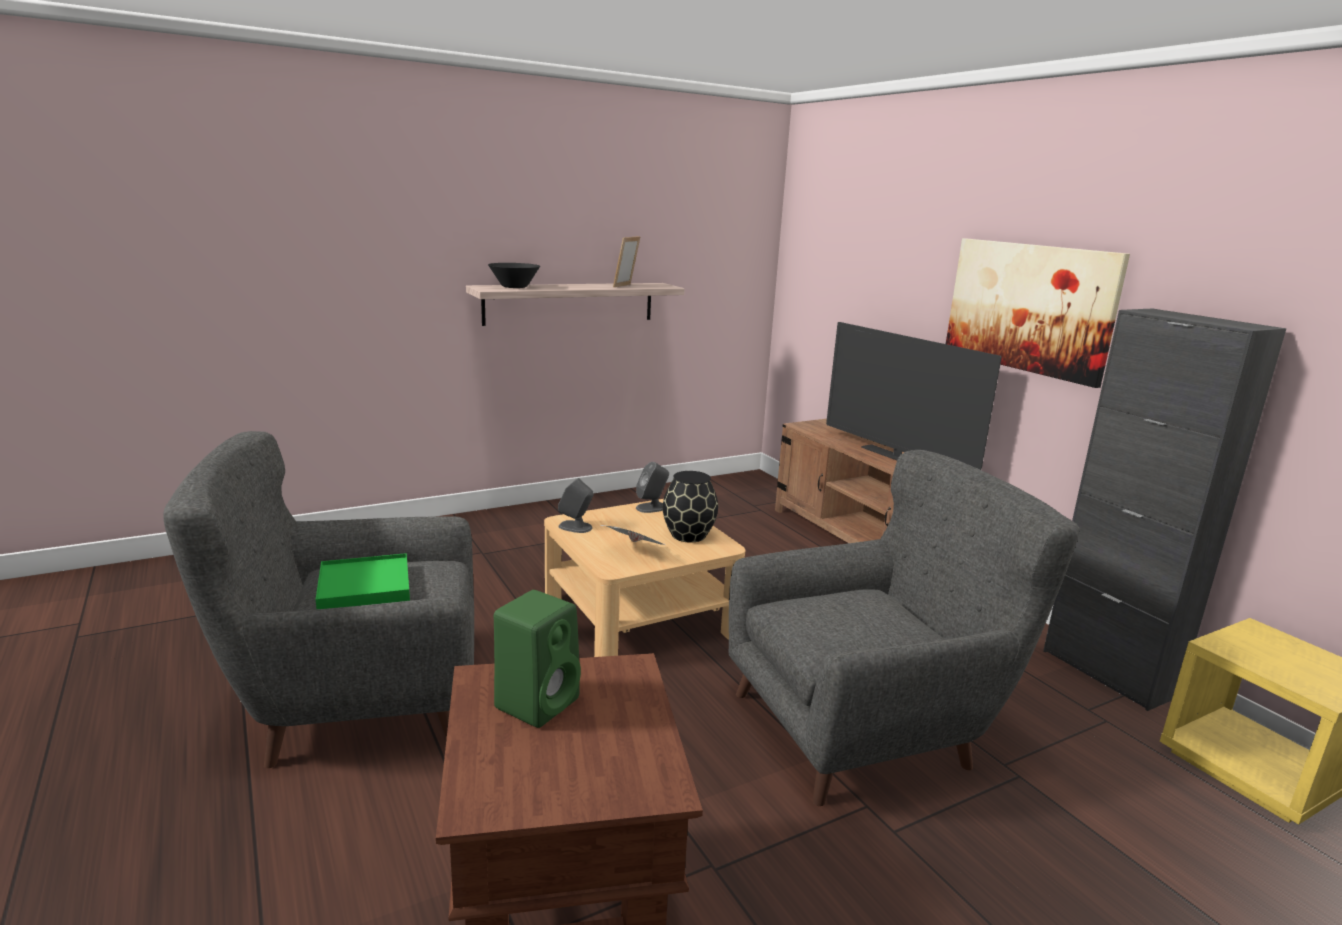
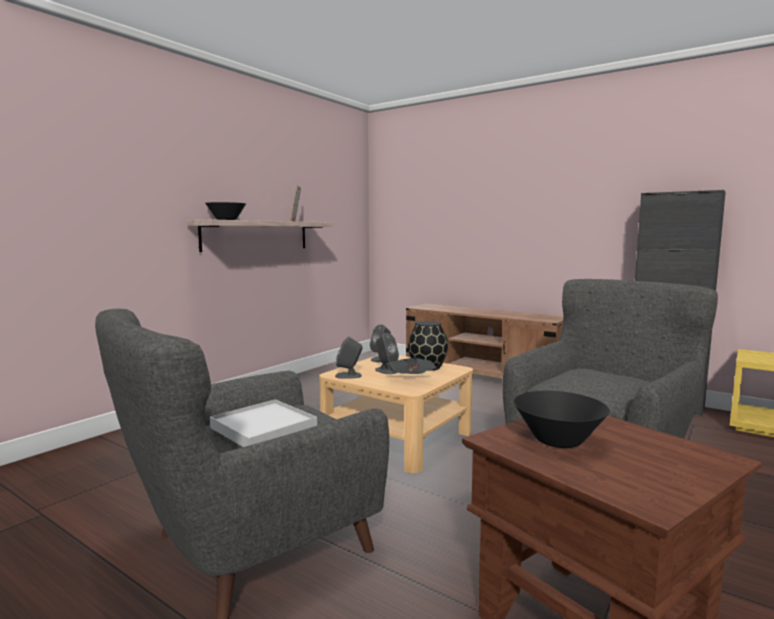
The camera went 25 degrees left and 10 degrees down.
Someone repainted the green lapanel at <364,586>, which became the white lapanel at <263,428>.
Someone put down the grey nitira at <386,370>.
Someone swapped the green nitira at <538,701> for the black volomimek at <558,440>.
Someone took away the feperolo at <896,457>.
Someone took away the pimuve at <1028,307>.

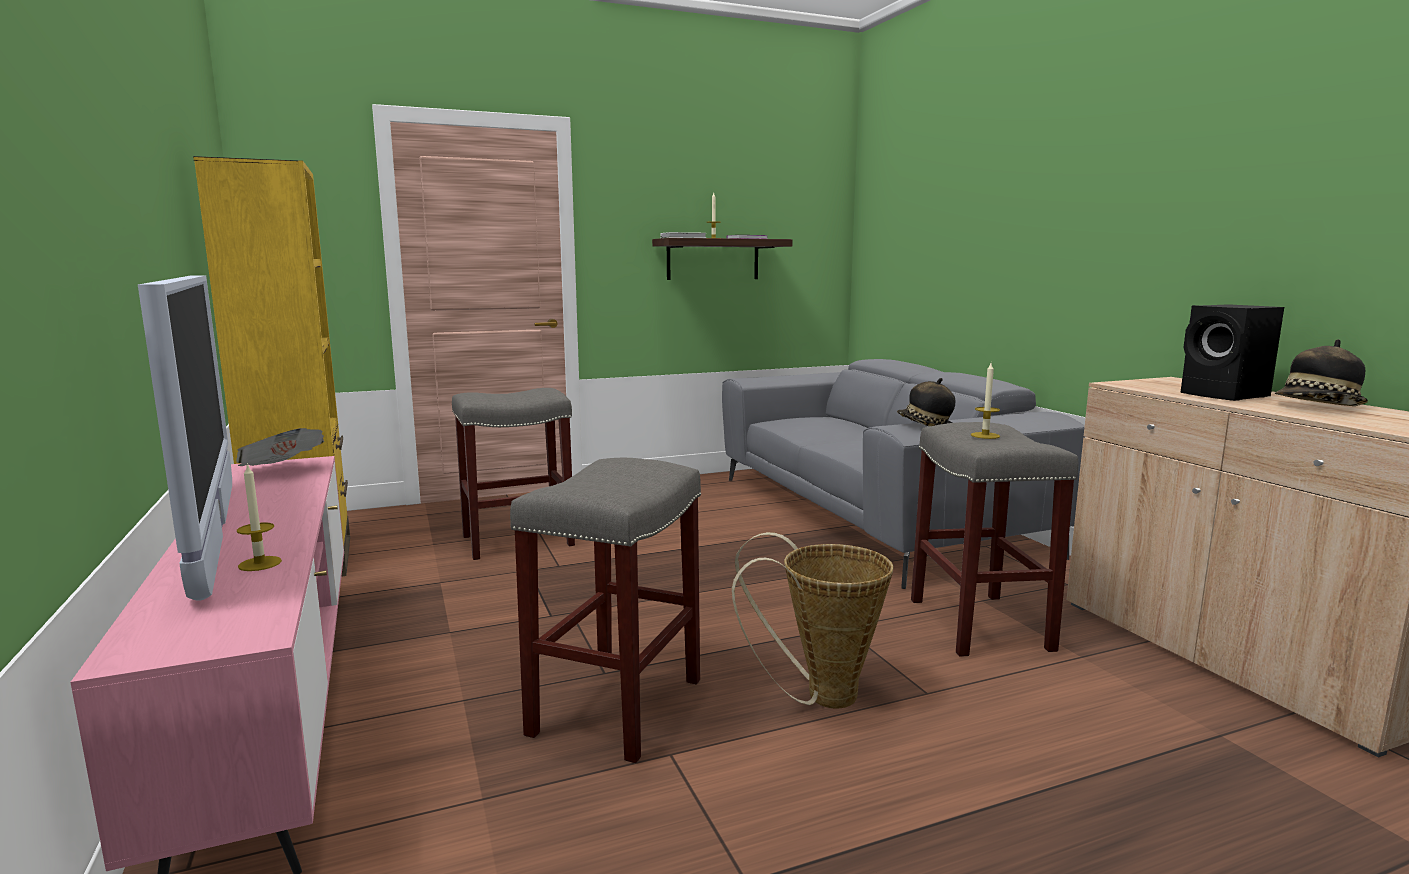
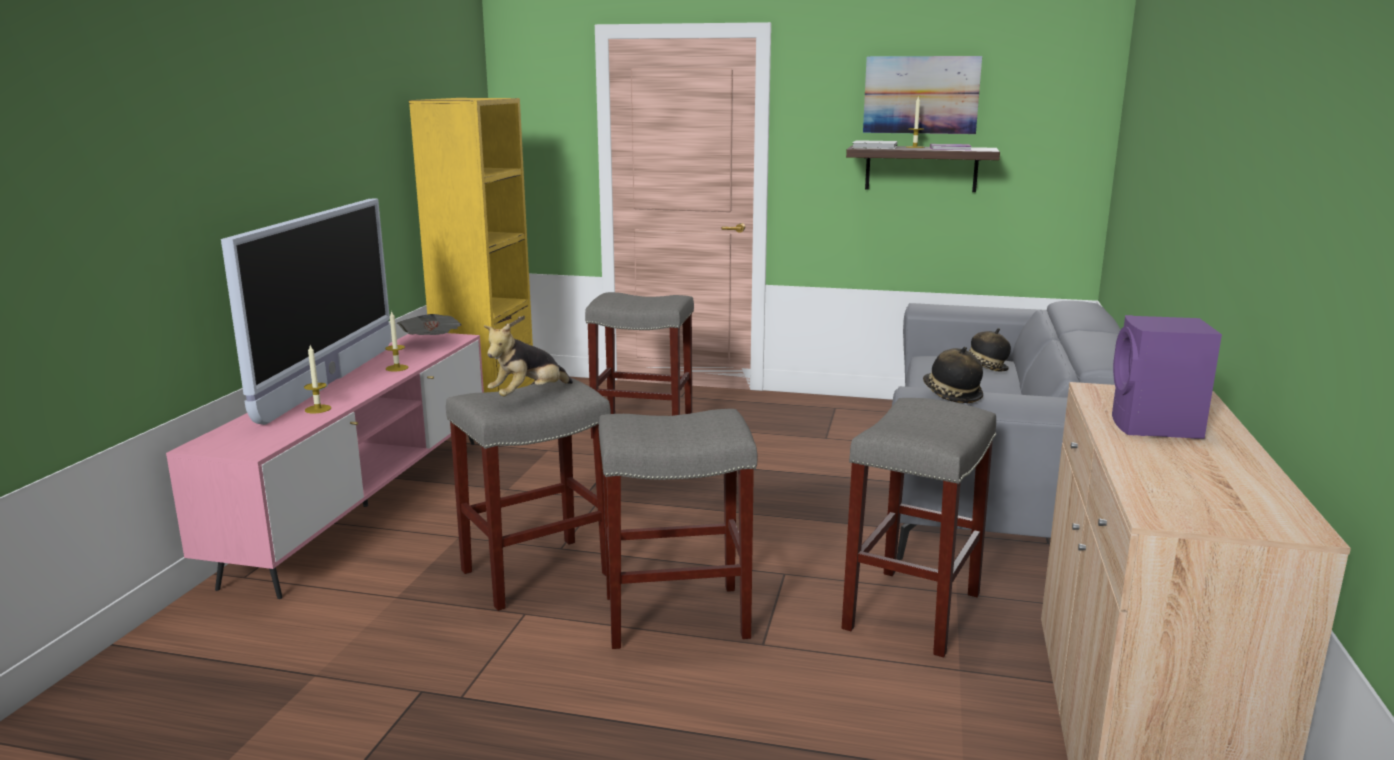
The camera went 35 degrees right and 5 degrees up.
Someone carried the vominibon from <985,435> to <397,368>.
Someone put down the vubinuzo at <528,396>.
Someone swapped the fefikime at <819,696> for the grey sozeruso at <678,615>.
Someone put up the pimuve at <921,95>.
Someone carried the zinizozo from <1318,407> to <983,368>.
Someone repainted the black nitira at <1226,395>, which became the purple nitira at <1155,427>.

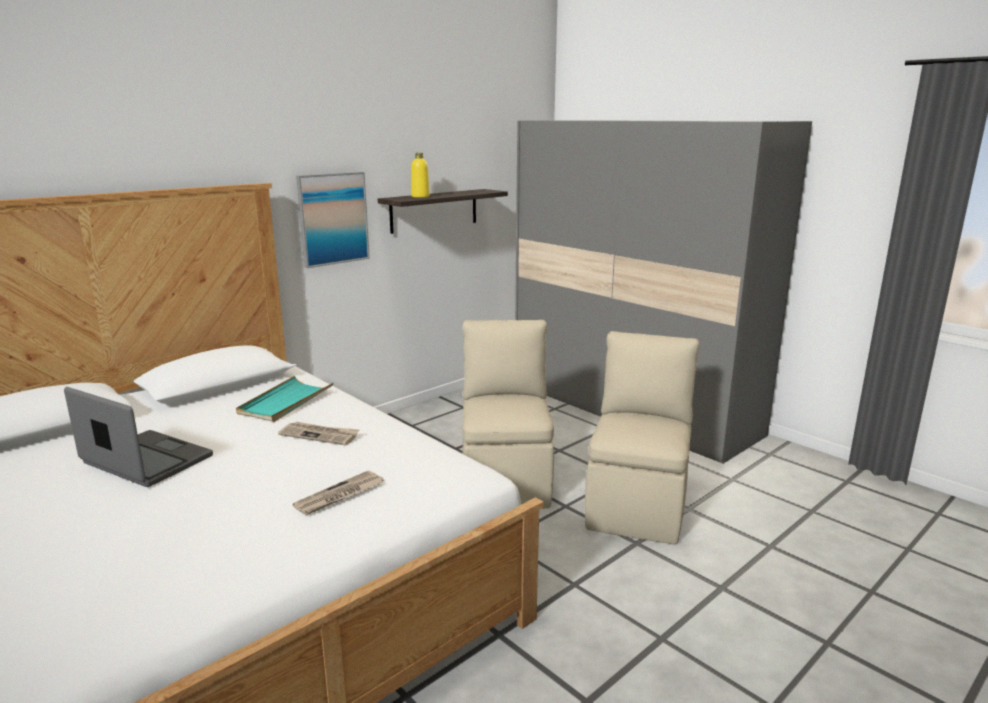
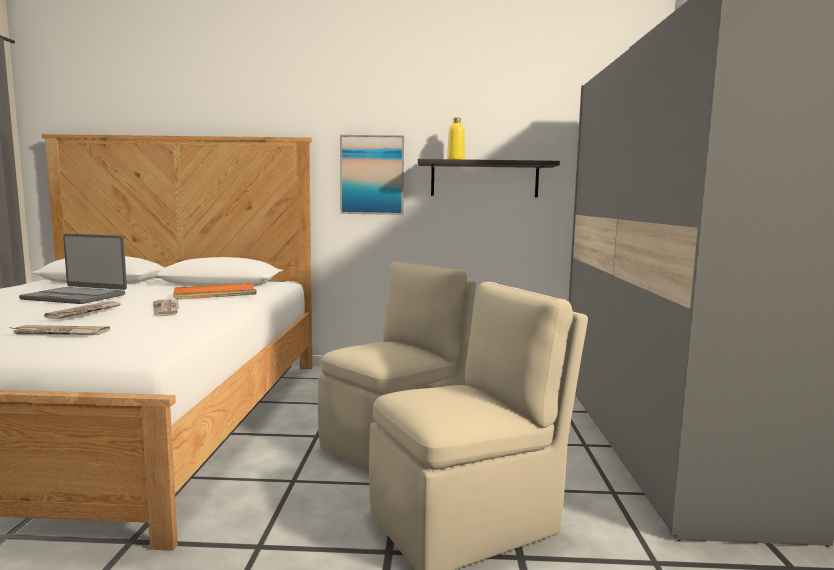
The camera went 45 degrees right and 10 degrees down.
Someone rotated the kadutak at <146,461> by 120 degrees clockwise.
Someone put down the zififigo at <85,312>.
Someone repainted the turquoise lapanel at <285,402>, which became the orange lapanel at <215,294>.

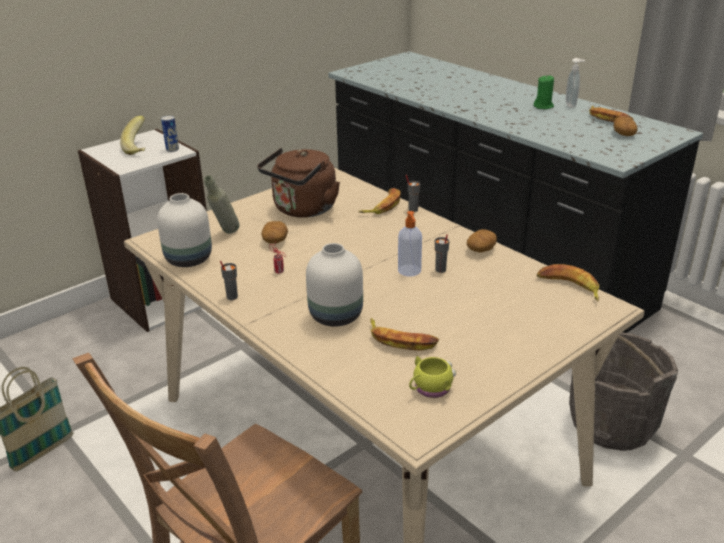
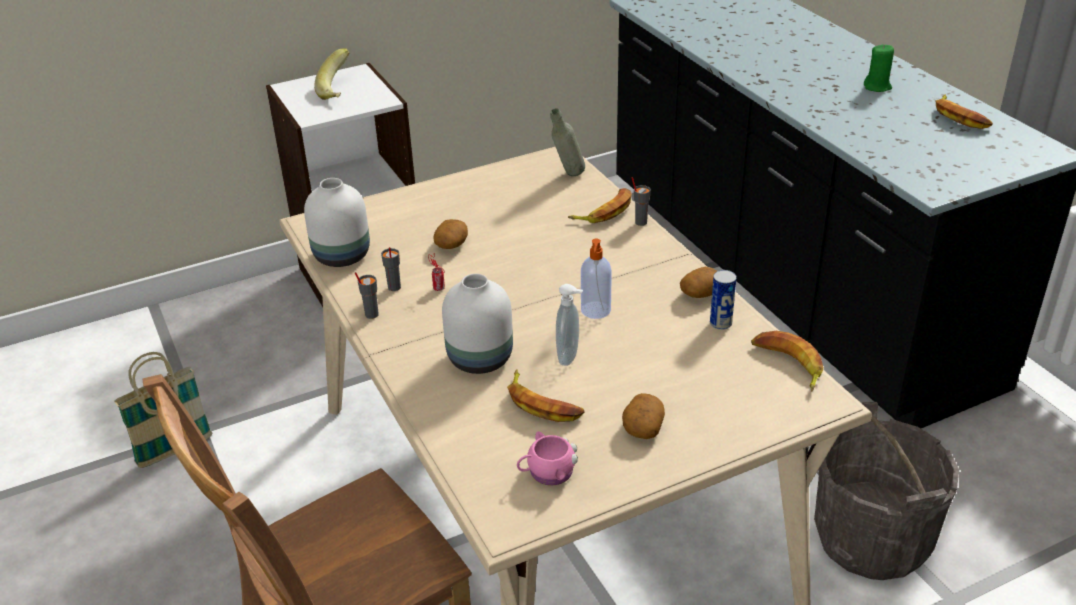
The camera went 15 degrees right and 5 degrees up.
Someone carried the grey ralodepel from <440,270> to <394,287>.
Someone repainted the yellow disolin at <430,389>, which became the pink disolin at <547,473>.
Someone carried the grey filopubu from <225,234> to <567,176>.
Someone carried the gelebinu from <572,105> to <570,357>.
Someone carried the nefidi from <623,134> to <642,427>.
Someone carried the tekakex from <172,149> to <720,323>.
Someone took away the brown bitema at <302,210>.

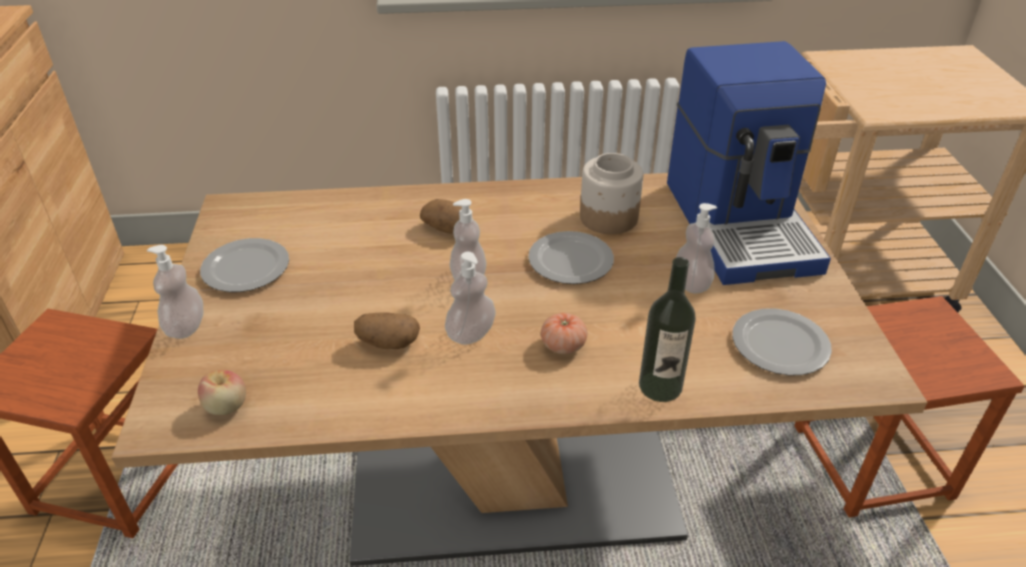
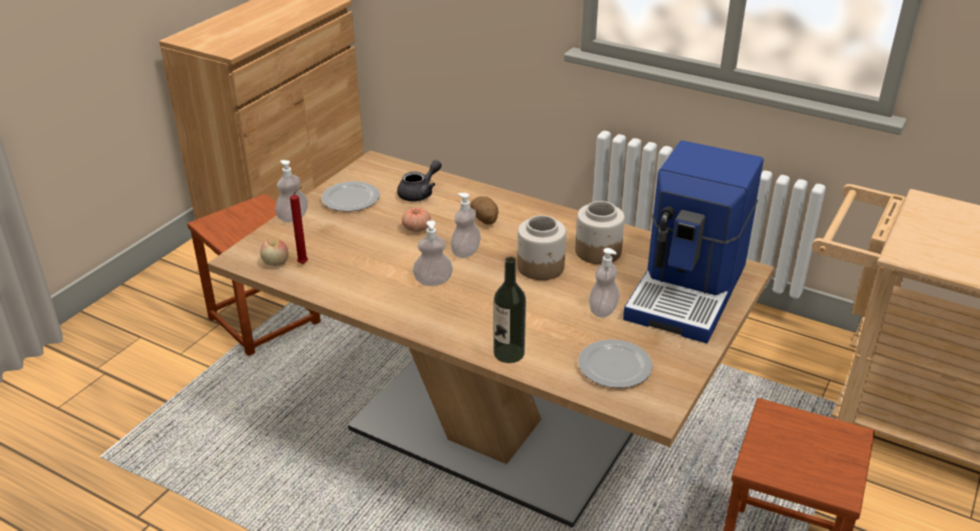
The camera went 35 degrees right and 5 degrees down.
Someone put down the red vominibon at <304,263>.
Someone put down the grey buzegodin at <420,193>.
Someone carried the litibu from <563,345> to <416,228>.
Someone swapped the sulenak at <572,261> for the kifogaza at <541,267>.
Someone took away the nefidi at <387,343>.

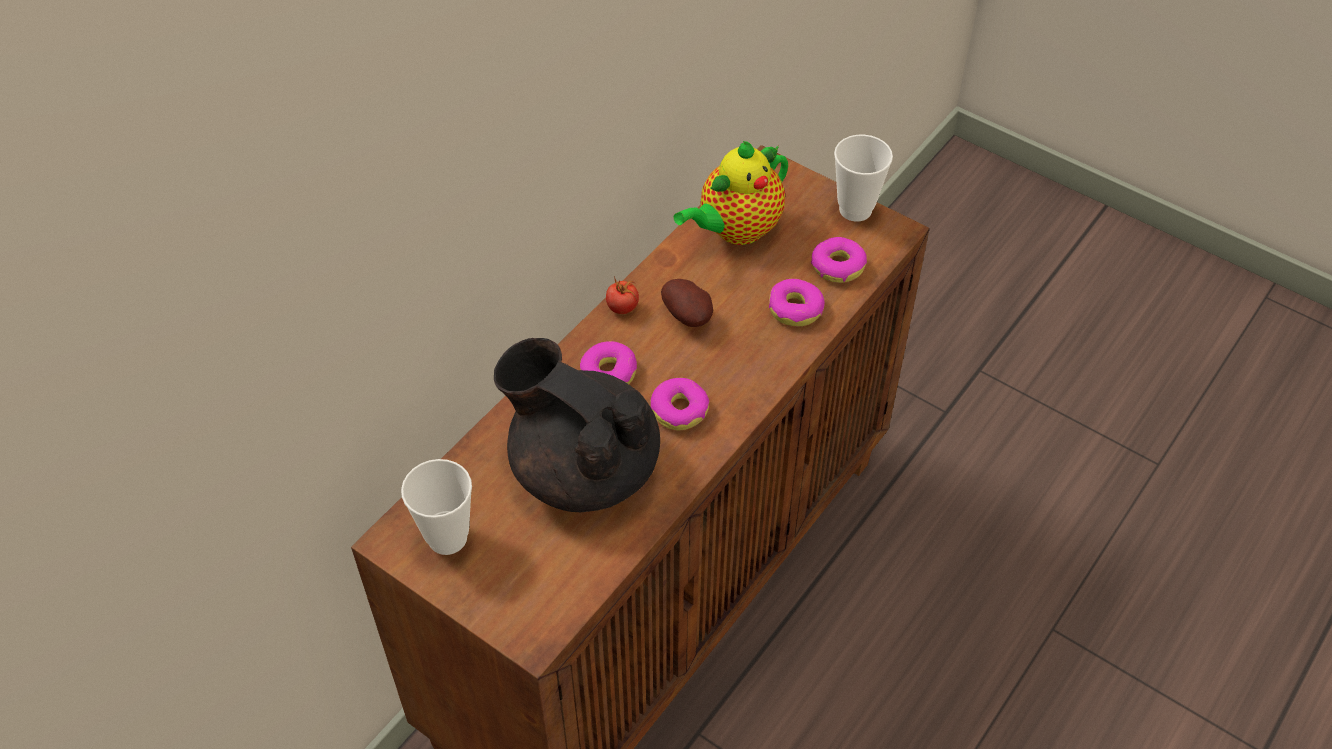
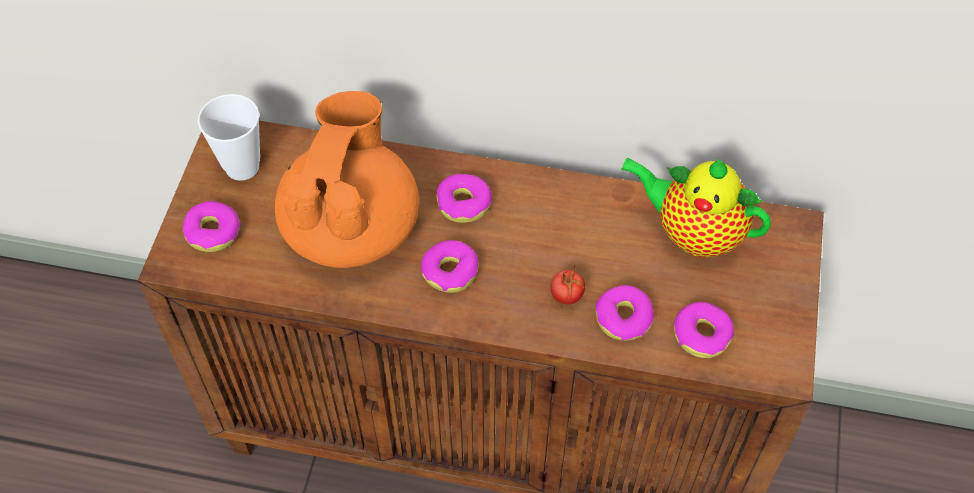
The camera went 65 degrees right and 5 degrees up.
Someone put down the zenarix at <213,232>.
Someone repainted the black buzegodin at <583,468>, which became the orange buzegodin at <352,227>.
Someone carried the litibu from <622,308> to <566,295>.
Someone took away the nefidi at <689,316>.
Someone took away the ralodepel at <855,209>.

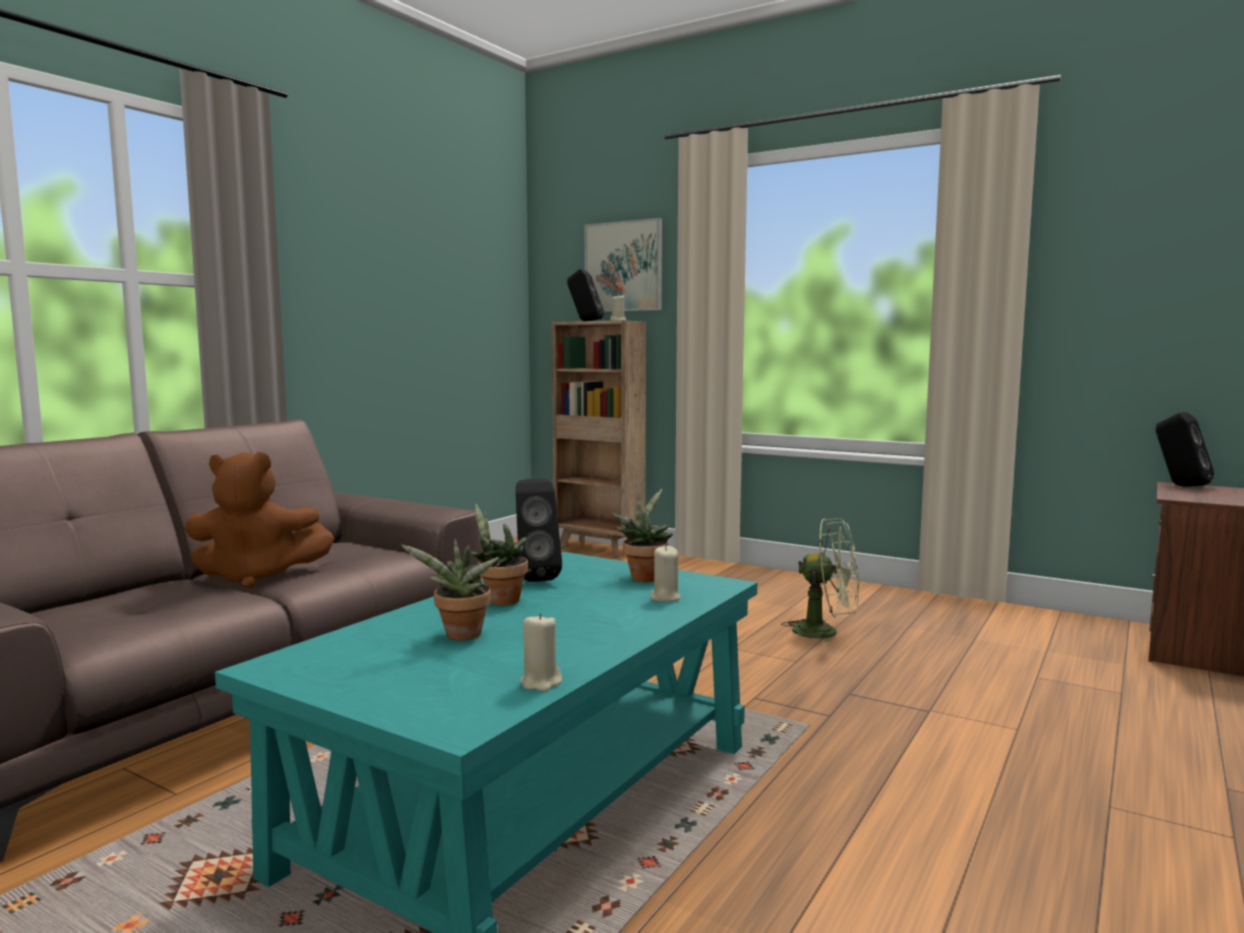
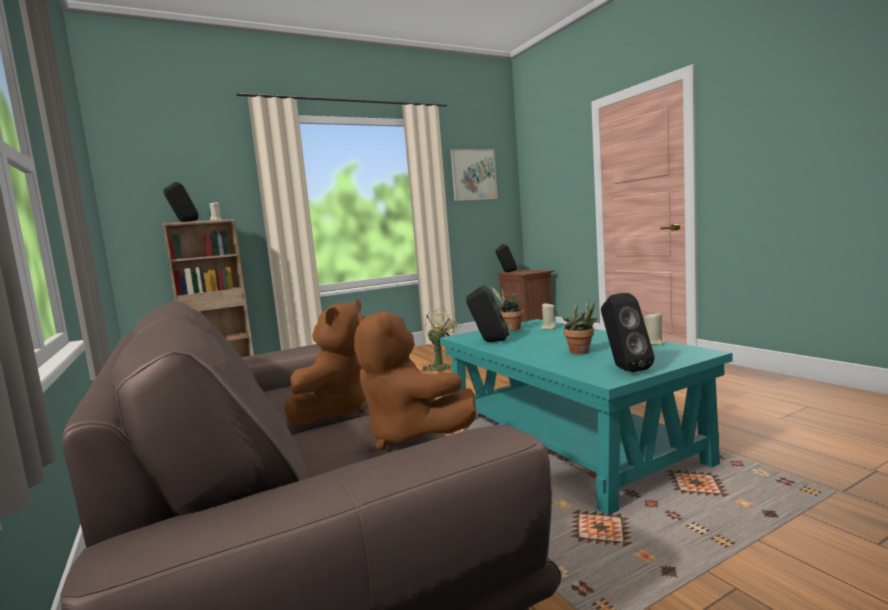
The camera went 60 degrees left and 0 degrees up.
Someone put down the brown vubinuzo at <410,436>.
Someone carried the pimuve from <623,266> to <473,175>.
Someone put down the black nitira at <624,369>.
Someone took away the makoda at <499,600>.

